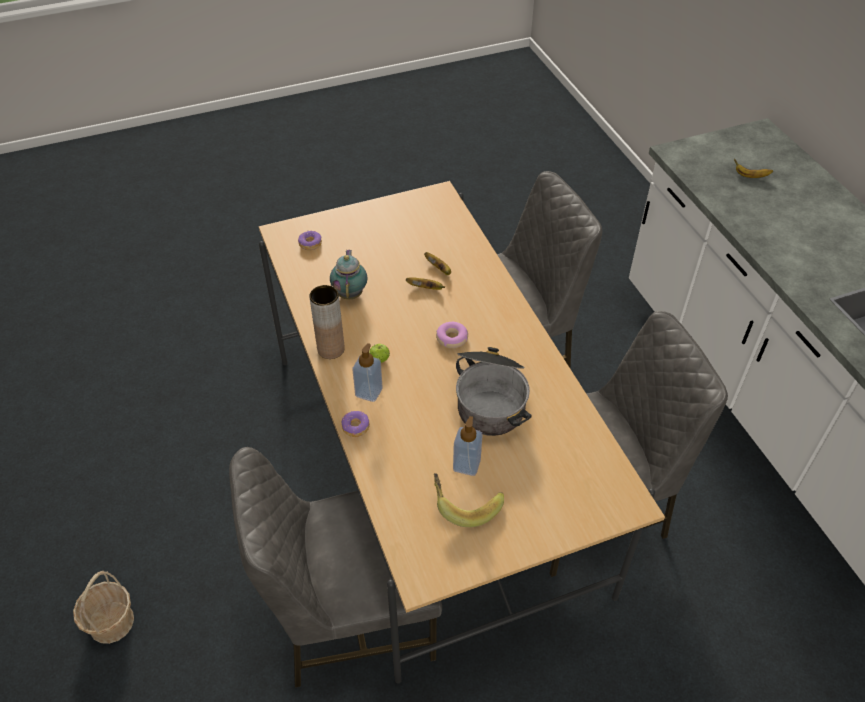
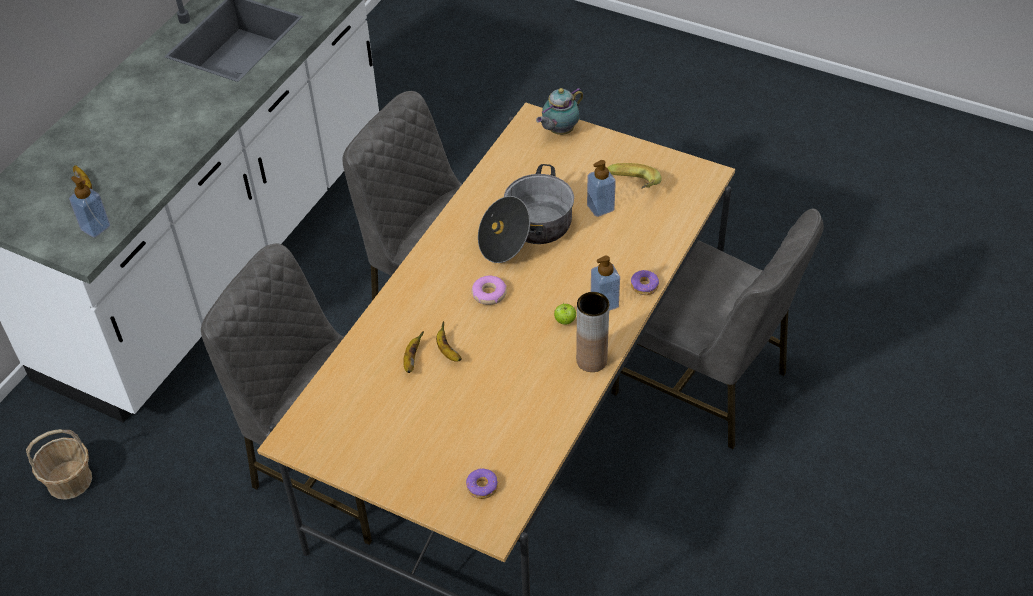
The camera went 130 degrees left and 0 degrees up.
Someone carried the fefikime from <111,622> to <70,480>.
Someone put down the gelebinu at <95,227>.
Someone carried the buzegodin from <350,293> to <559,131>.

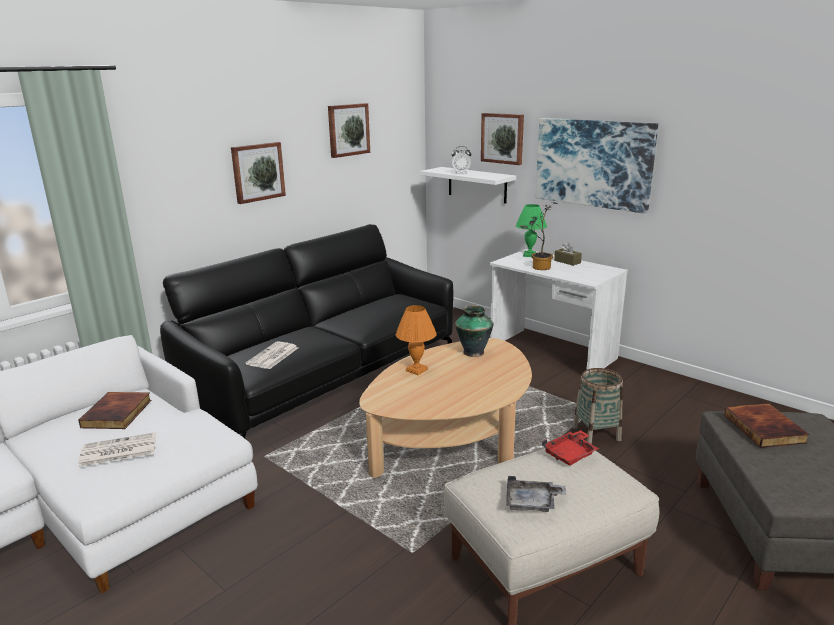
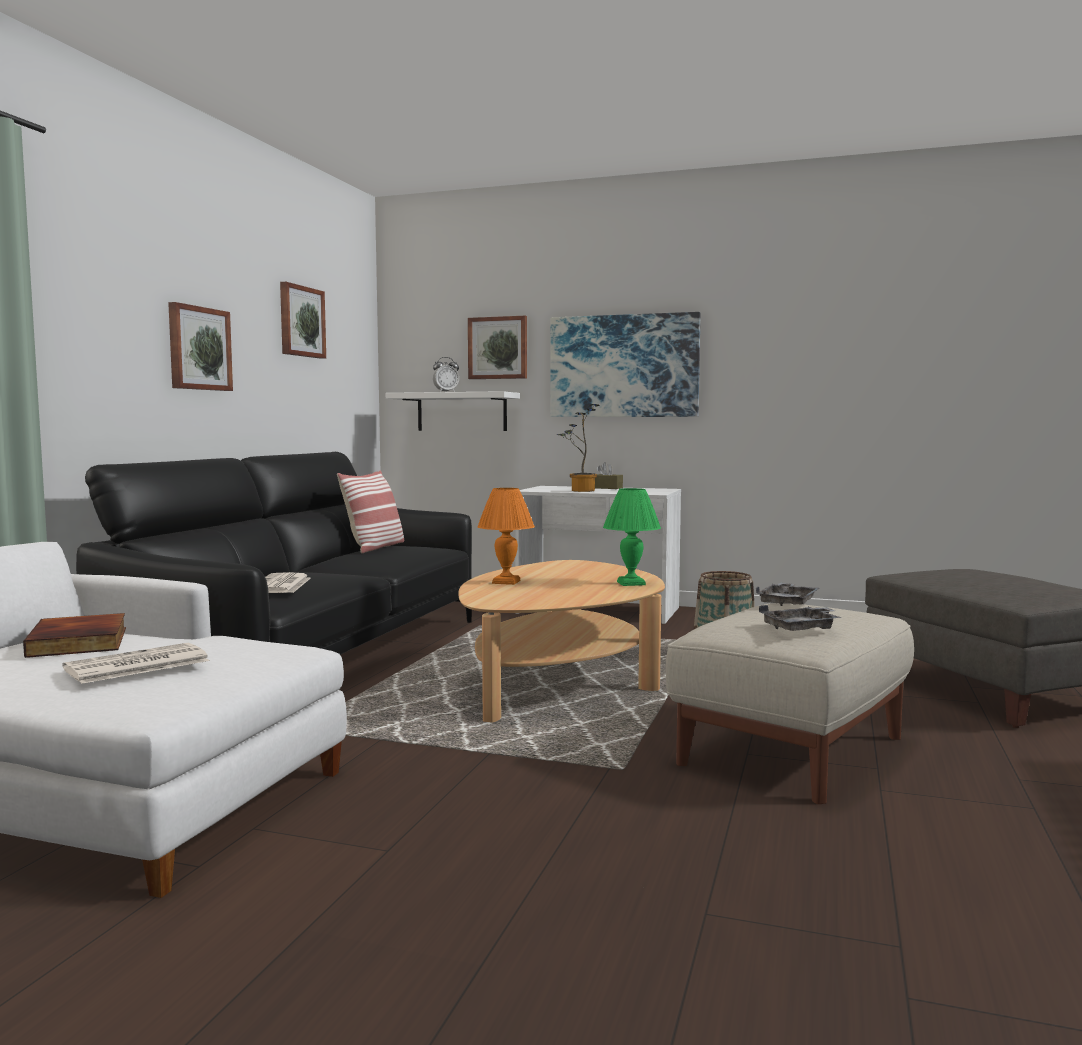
The camera went 25 degrees left and 15 degrees down.
Someone put down the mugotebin at <375,547>.
Someone carried the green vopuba from <529,255> to <630,583>.
Someone repainted the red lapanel at <570,454>, which became the grey lapanel at <788,602>.
Someone took away the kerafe at <473,352>.
Someone took away the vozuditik at <765,429>.

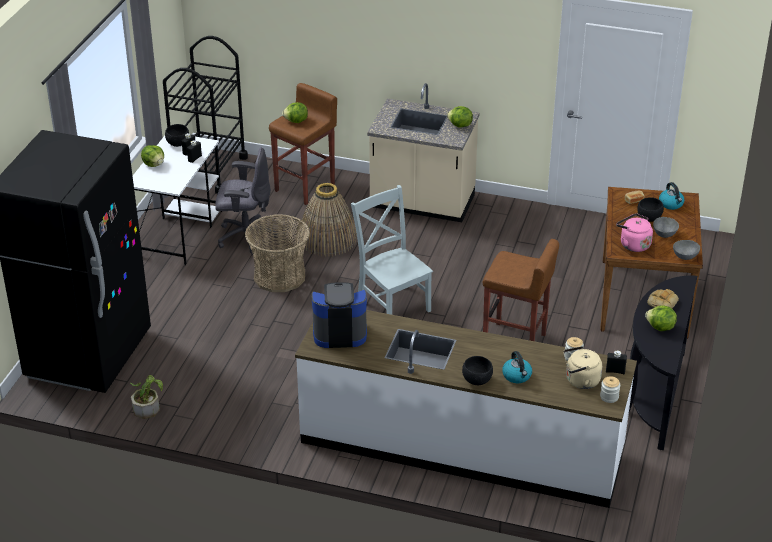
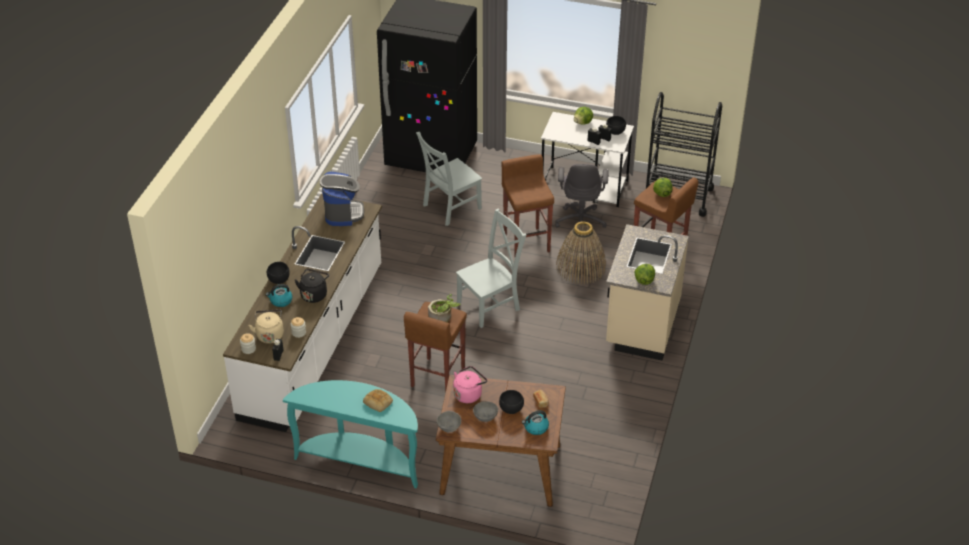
The camera went 90 degrees right and 5 degrees up.
Someone repainted the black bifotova at <653,397>, which became the turquoise bifotova at <361,460>.
Someone put down the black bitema at <314,294>.
Someone put down the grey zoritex at <450,208>.
Someone carried the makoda from <148,406> to <443,318>.
Someone swapped the fefikime at <279,276> for the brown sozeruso at <527,242>.
Someone took away the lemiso at <660,328>.

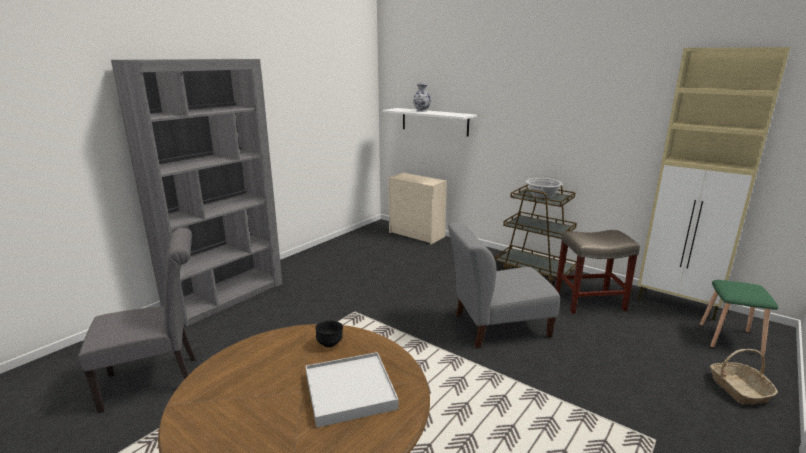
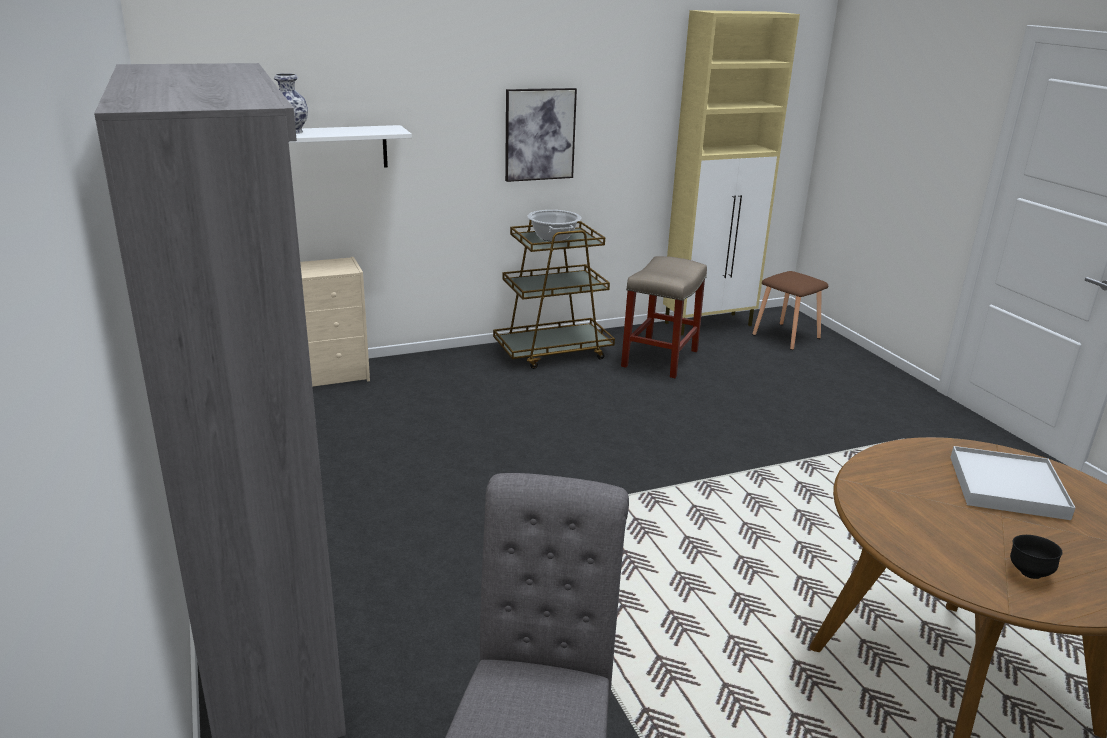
The camera went 60 degrees left and 5 degrees up.
Someone put up the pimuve at <539,134>.
Someone repainted the green sozeruso at <731,339>, which became the brown sozeruso at <786,336>.
Someone carried the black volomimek from <330,344> to <1028,573>.
Someone took away the grey zoritex at <497,326>.
Someone took away the fefikime at <738,389>.

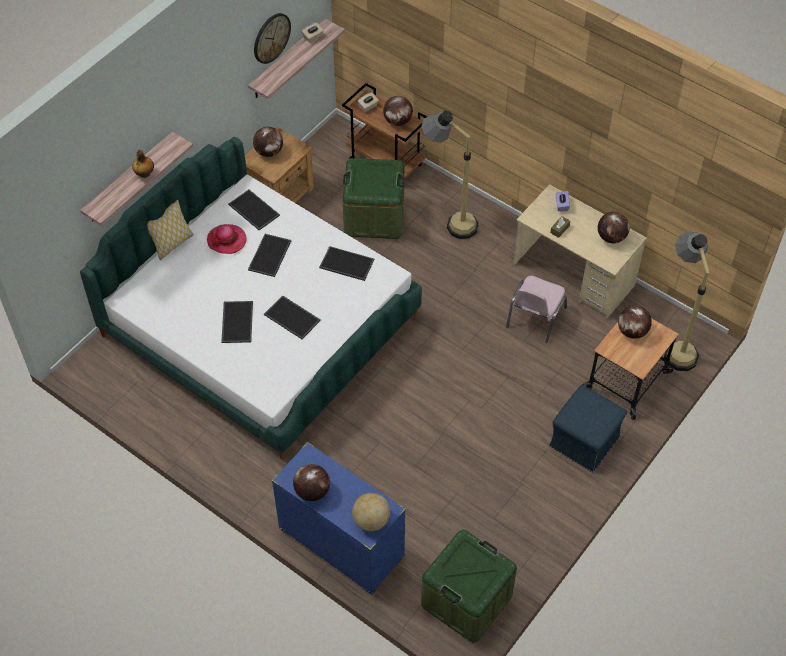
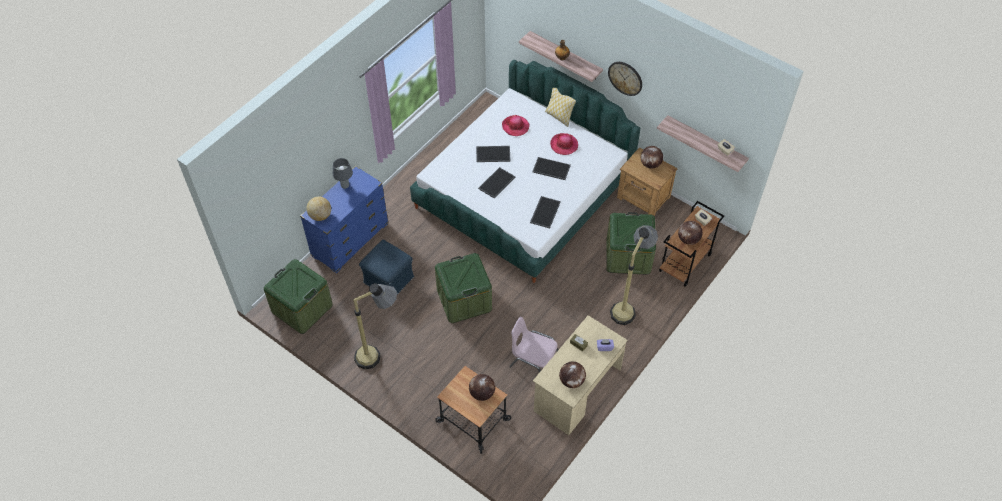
The camera went 90 degrees right and 0 degrees up.
Someone swapped the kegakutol at <312,491> for the grey vopuba at <345,185>.
Someone carried the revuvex from <675,344> to <379,355>.
Someone carried the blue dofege from <584,442> to <388,279>.
Someone put down the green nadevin at <464,300>.
Someone put down the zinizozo at <515,126>.
Someone carried the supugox from <271,38> to <625,78>.
Someone took away the lapanel at <253,210>.

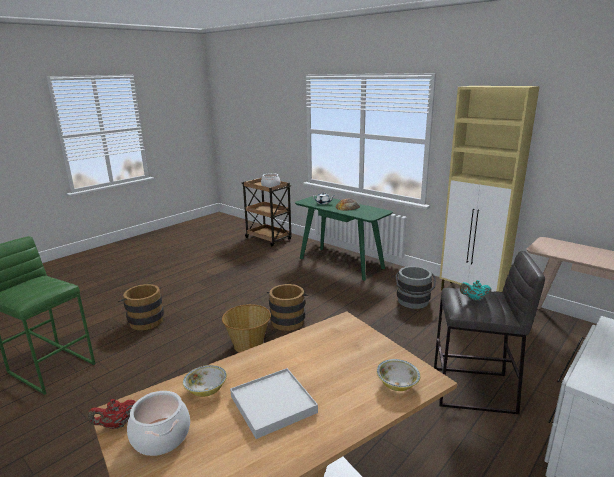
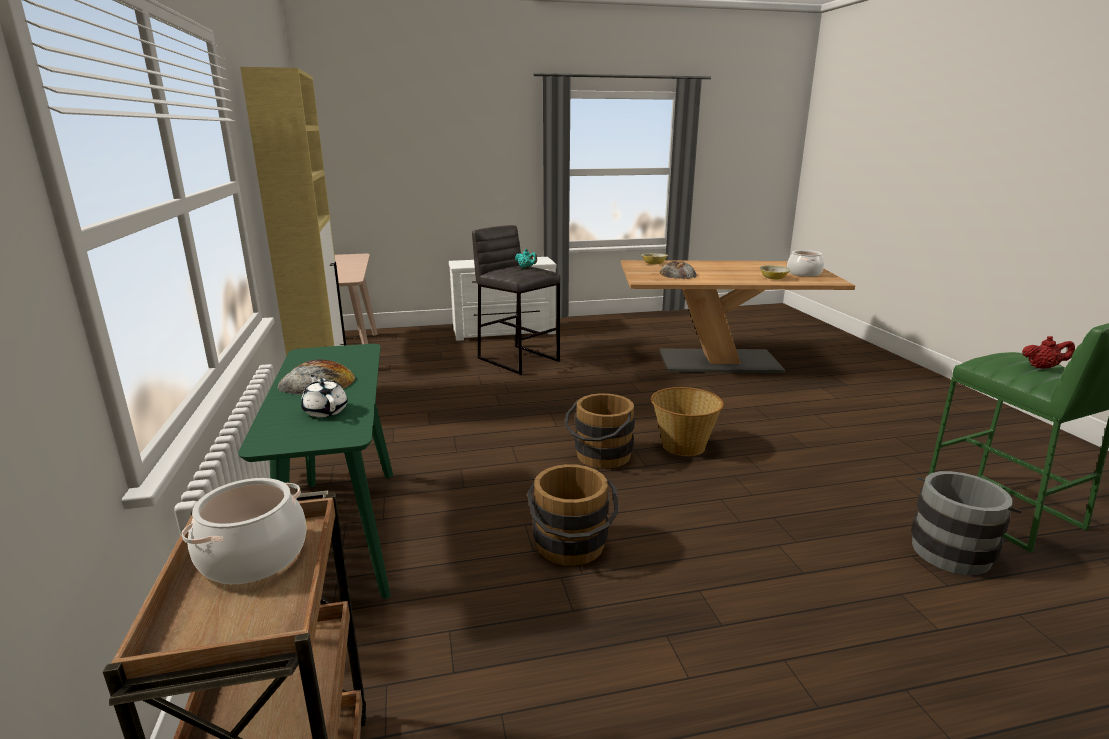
The camera went 145 degrees left and 0 degrees up.
Someone carried the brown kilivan from <145,320> to <571,548>.
Someone put down the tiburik at <677,274>.
Someone carried the grey kilivan from <413,302> to <952,549>.
Someone carried the red buzegodin from <116,425> to <1043,367>.
Someone took away the white lapanel at <273,404>.

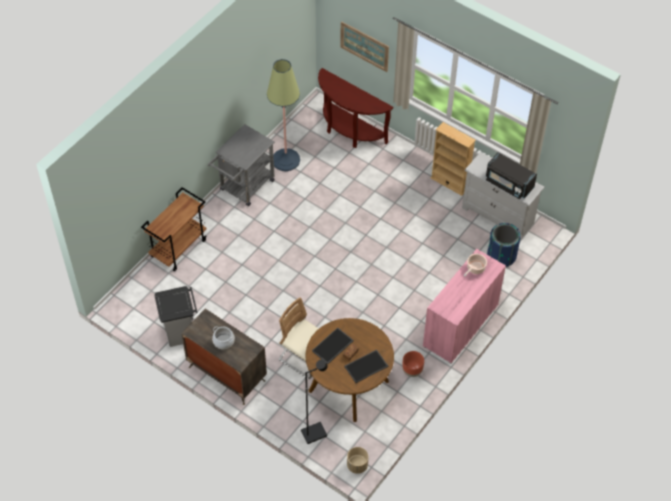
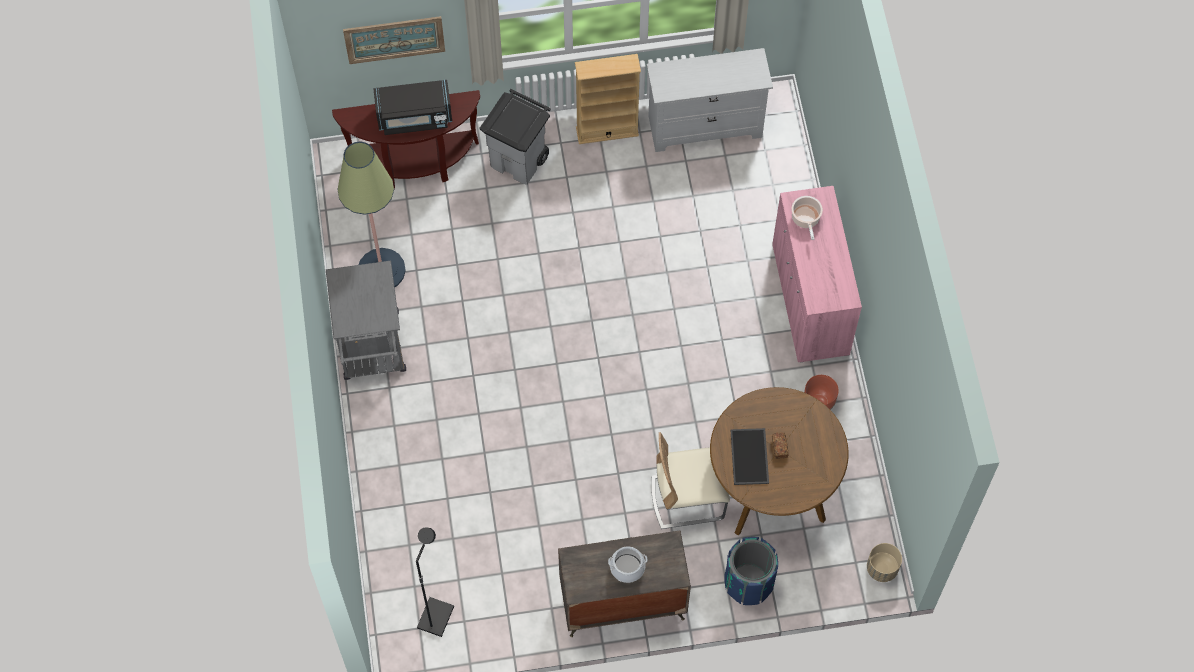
The camera went 45 degrees left and 10 degrees up.
Someone carried the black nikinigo from <508,184> to <414,117>.
Someone carried the black revuvex from <314,433> to <435,616>.
Someone carried the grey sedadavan from <181,333> to <519,161>.
Someone carried the blue sedadavan from <501,256> to <749,582>.
Someone took away the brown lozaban at <179,248>.
Someone took away the lapanel at <366,365>.

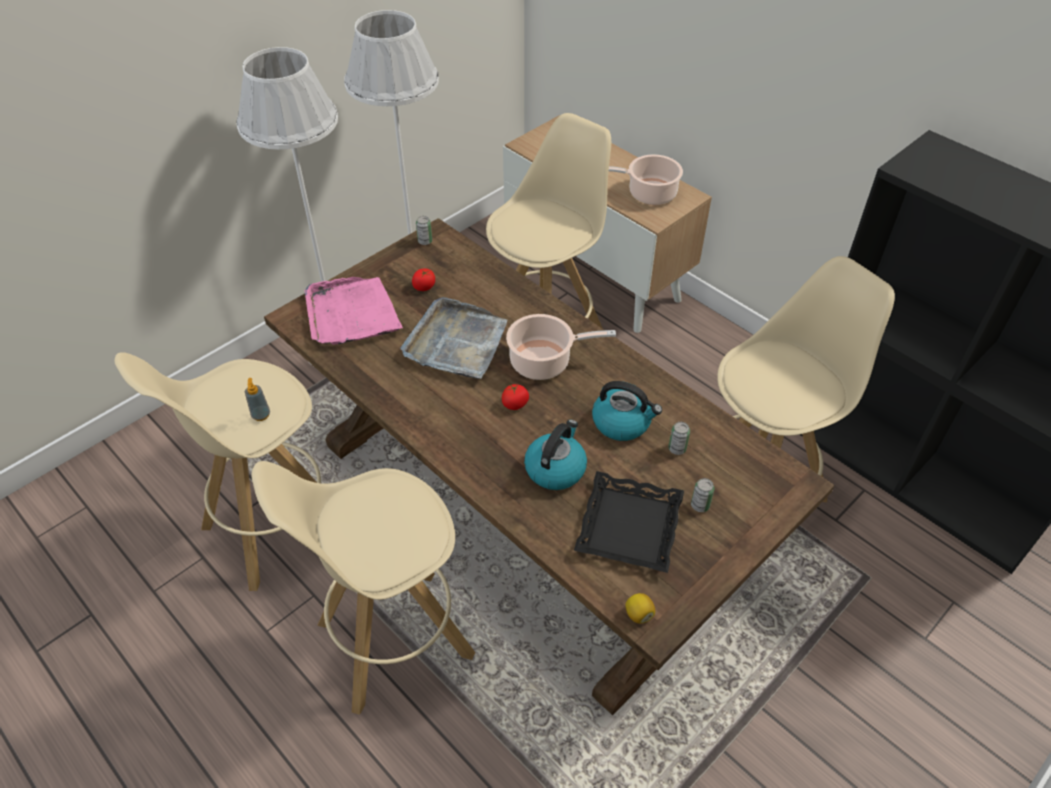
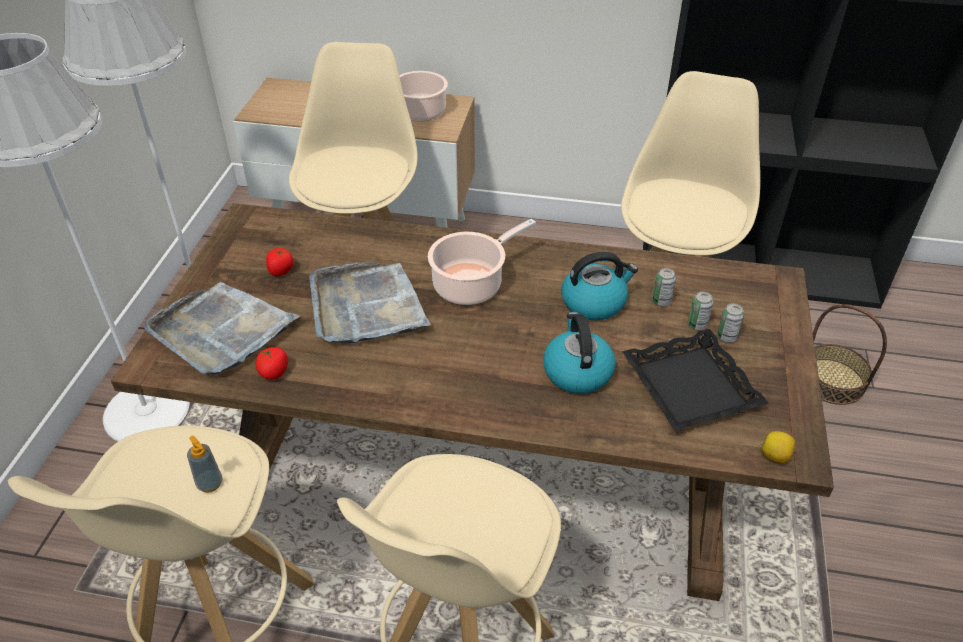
The camera went 35 degrees left and 5 degrees down.
Someone repainted the pink lapanel at <351,314>, which became the grey lapanel at <221,331>.
Someone carried the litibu from <515,404> to <274,372>.
Someone carried the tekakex from <425,241> to <697,325>.
Someone put down the fefikime at <832,381>.

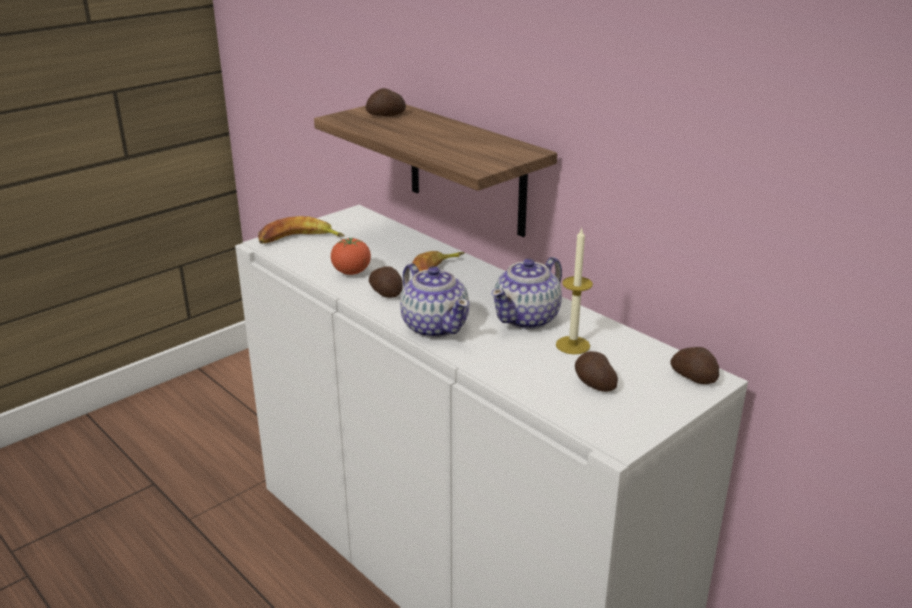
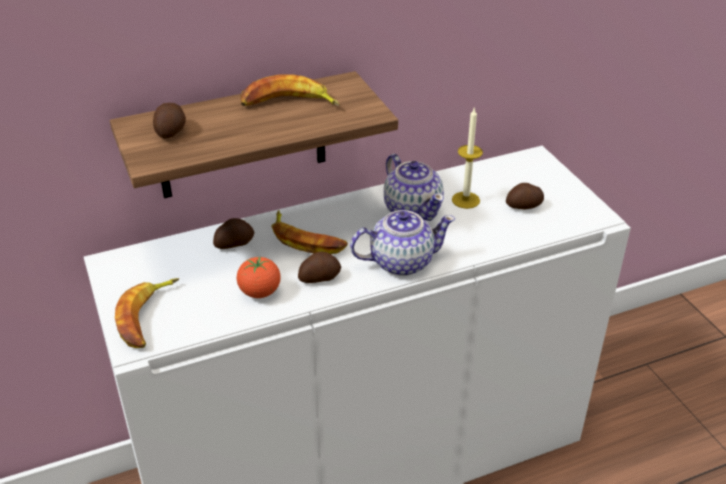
The camera went 70 degrees left and 10 degrees up.
Someone carried the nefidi from <694,377> to <234,243>.
Someone put down the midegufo at <288,103>.

